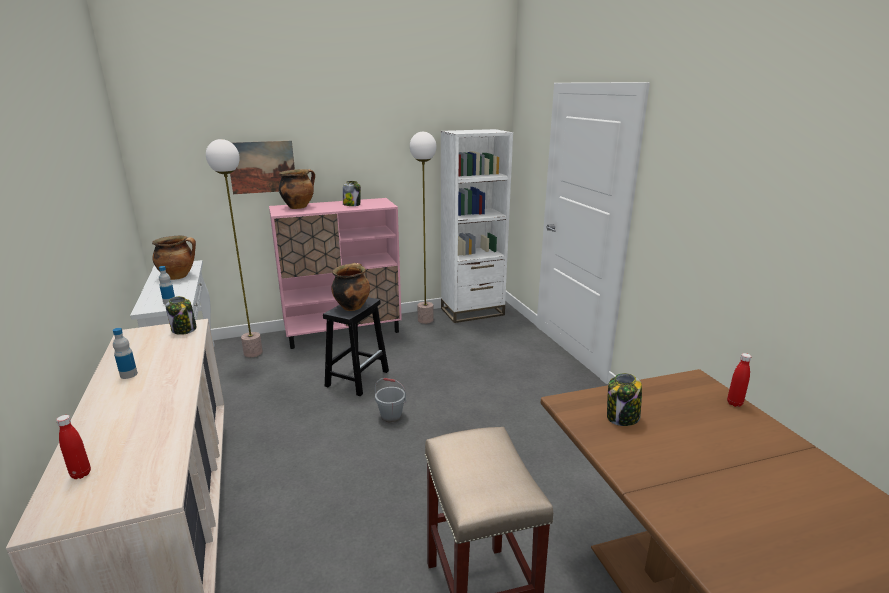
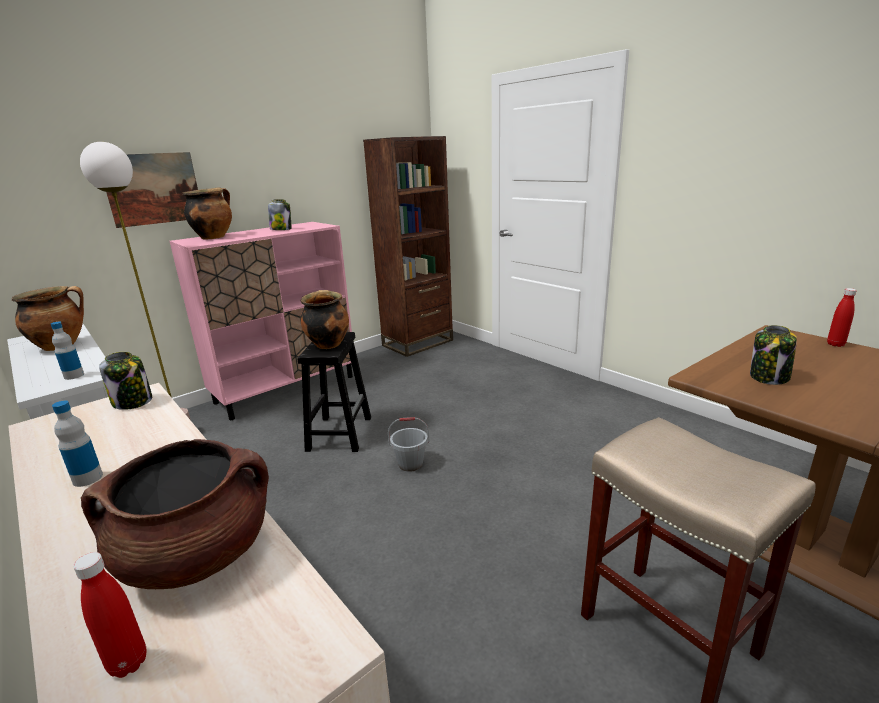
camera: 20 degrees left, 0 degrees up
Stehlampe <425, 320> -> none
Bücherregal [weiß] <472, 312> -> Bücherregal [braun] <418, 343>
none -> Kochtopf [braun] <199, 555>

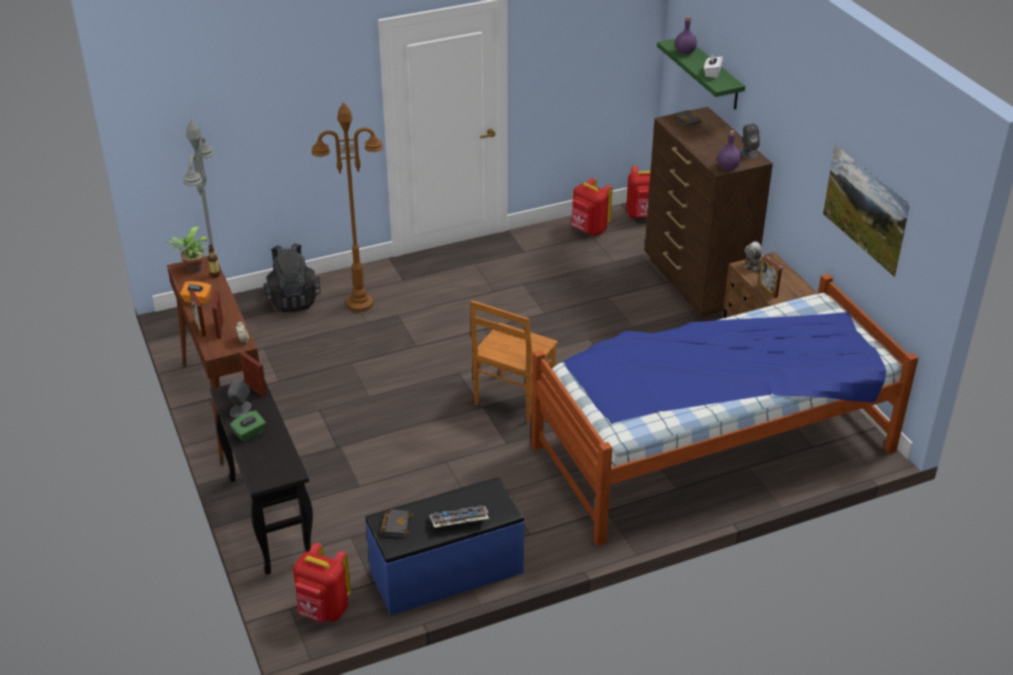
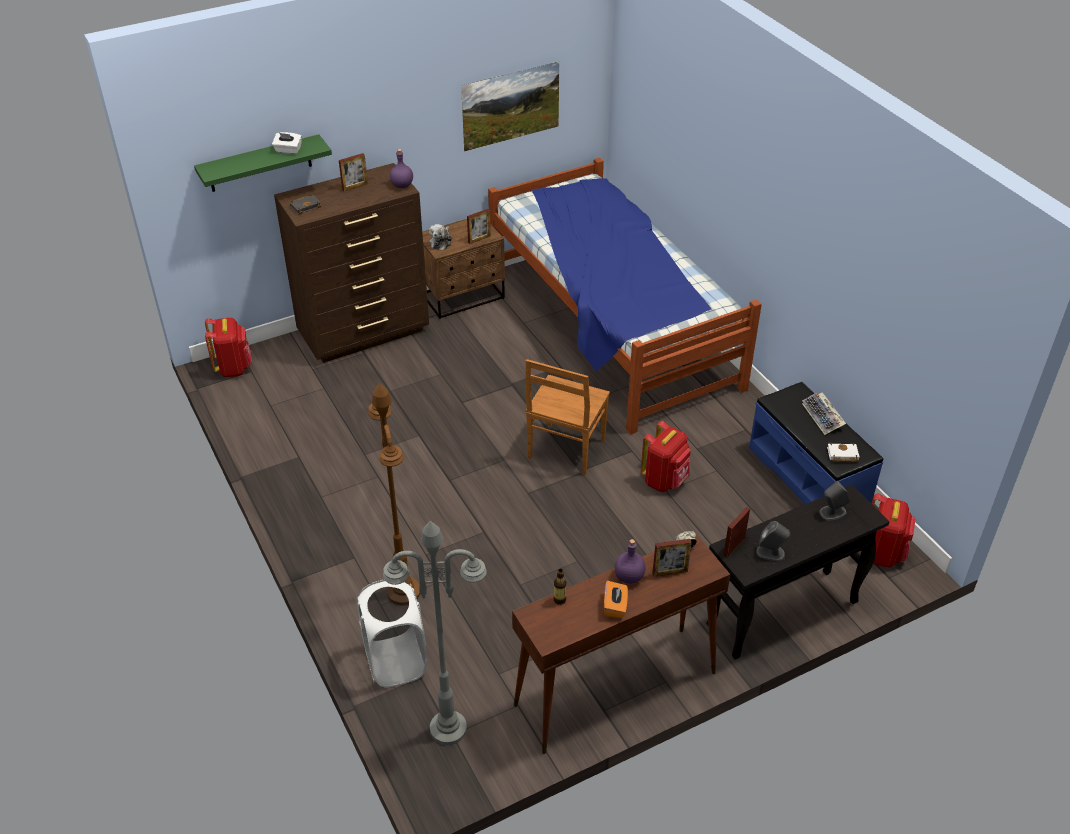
camera: 95 degrees left, 5 degrees up
Topfpflanze <193, 269> -> none
Bilderrahmen <200, 328> -> Bilderrahmen <355, 187>, moved
Taschentuchbox [grün] <249, 433> -> none
Rucksack [schwarz] <293, 300> -> Wäschekorb [weiß] <395, 661>
Buch [schwarz] <395, 524> -> Buch [weiß] <842, 455>
Stuhl [braun] <513, 399> -> Stuhl [braun] <565, 450>, 90 degrees clockwise
Rucksack [rot] <589, 230> -> Rucksack [rot] <664, 480>, moved
Flasche [lila] <685, 52> -> Flasche [lila] <629, 576>, moved
Lautsprecher [grau] <748, 153> -> Lautsprecher [grau] <832, 512>, moved

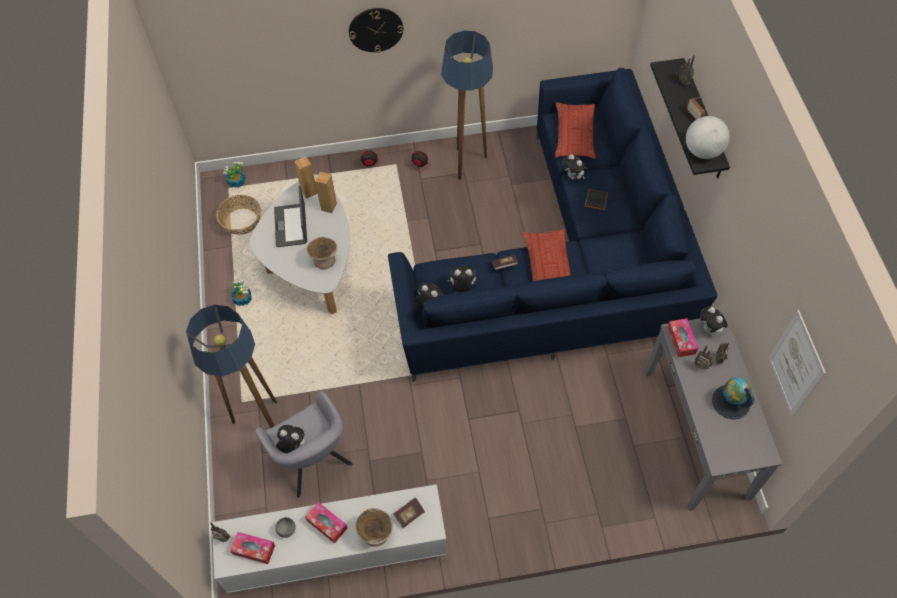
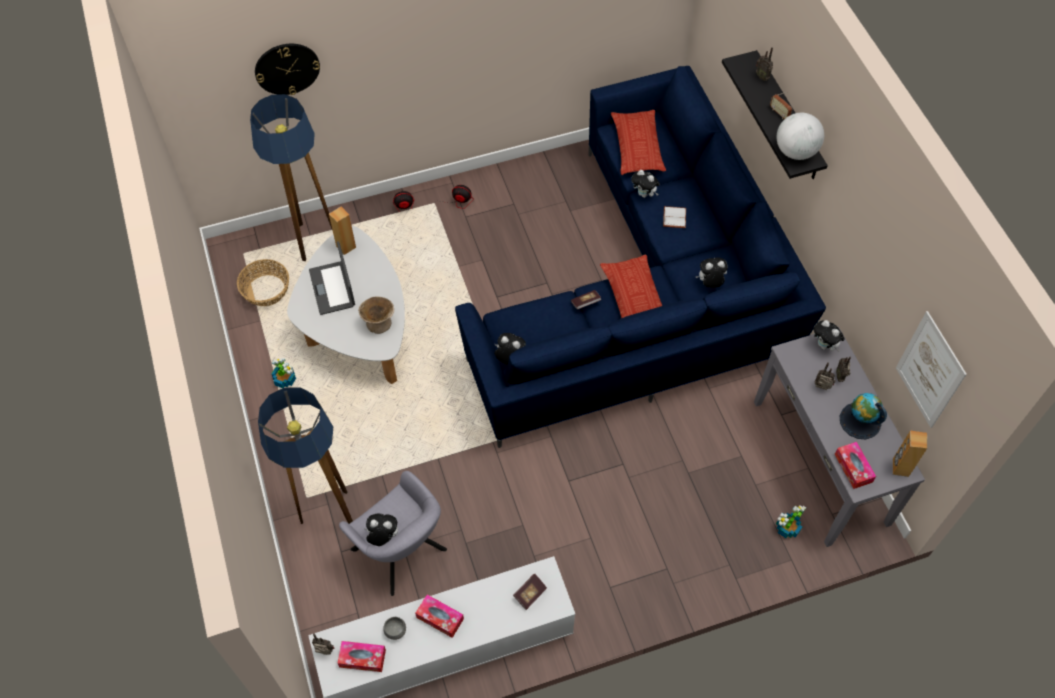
camera: 10 degrees left, 0 degrees up
Topfpflanze <236, 182> -> Topfpflanze <787, 528>, moved
Lautsprecher [braun] <328, 206> -> Lautsprecher [braun] <900, 467>, moved
Wanduhr <375, 29> -> Wanduhr <287, 68>, moved
Schüssel [beige] <375, 533> -> none
Stehlampe <466, 164> -> Stehlampe <311, 242>, moved
Plüschtier <462, 288> -> Plüschtier <710, 283>, moved
Buch [schwarz] <595, 199> -> Buch [weiß] <673, 217>
Taschentuchbox <681, 340> -> Taschentuchbox <853, 468>, moved

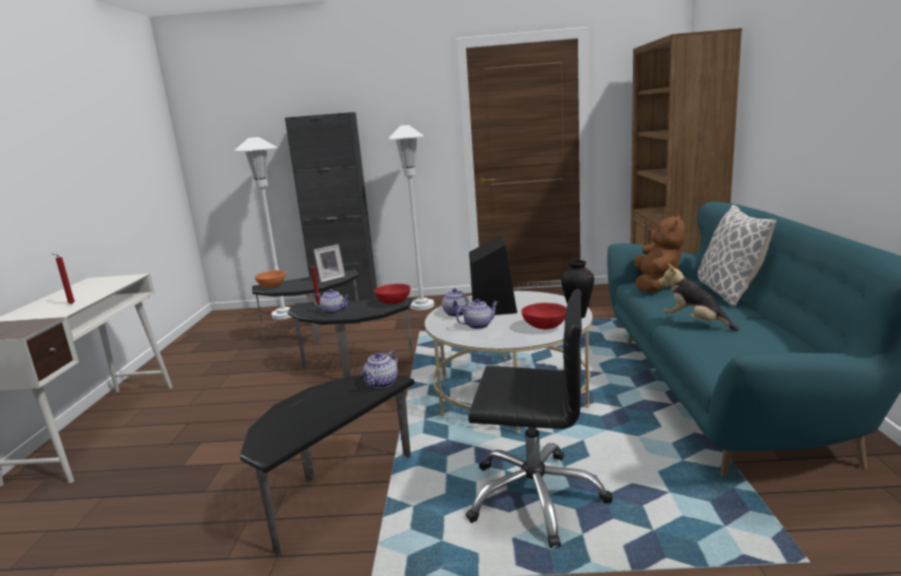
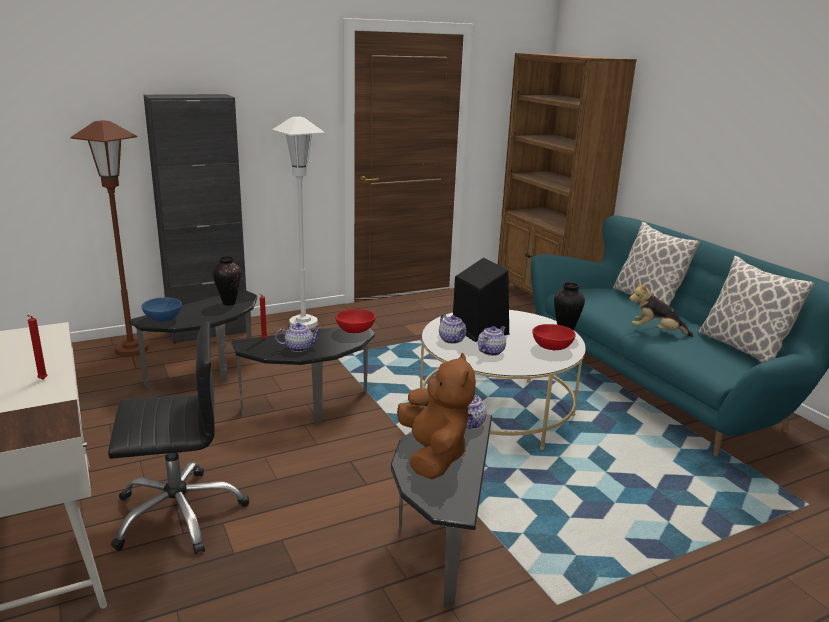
camera: 30 degrees left, 5 degrees up
Stehlampe [weiß] <284, 315> -> Stehlampe [braun] <131, 350>
Schüssel [orange] <272, 286> -> Schüssel [blau] <163, 319>
Bilderrahmen <330, 278> -> Vase <229, 303>
Bürostuhl [schwarz] <535, 496> -> Bürostuhl [schwarz] <178, 513>, moved
Plüschtier [braun] <656, 286> -> Plüschtier [braun] <433, 455>, moved
none -> Kissen <742, 347>

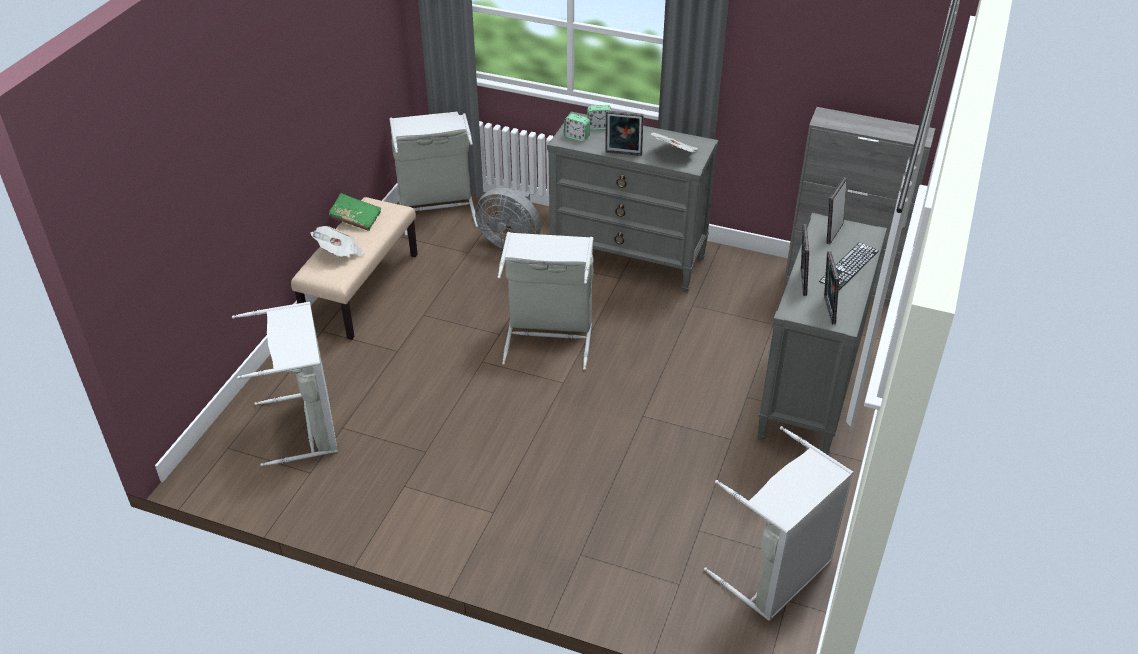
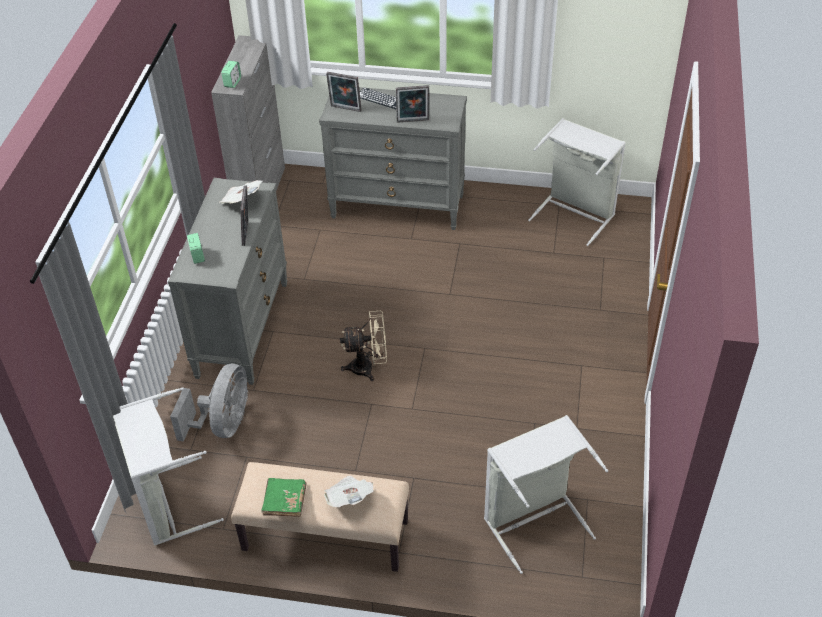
camera: 100 degrees left, 5 degrees up
Wäschekorb [grau] <548, 337> -> Ventilator [beige] <368, 367>
Wecker <576, 137> -> Wecker <232, 82>, moved
Bilderrahmen <826, 310> -> none

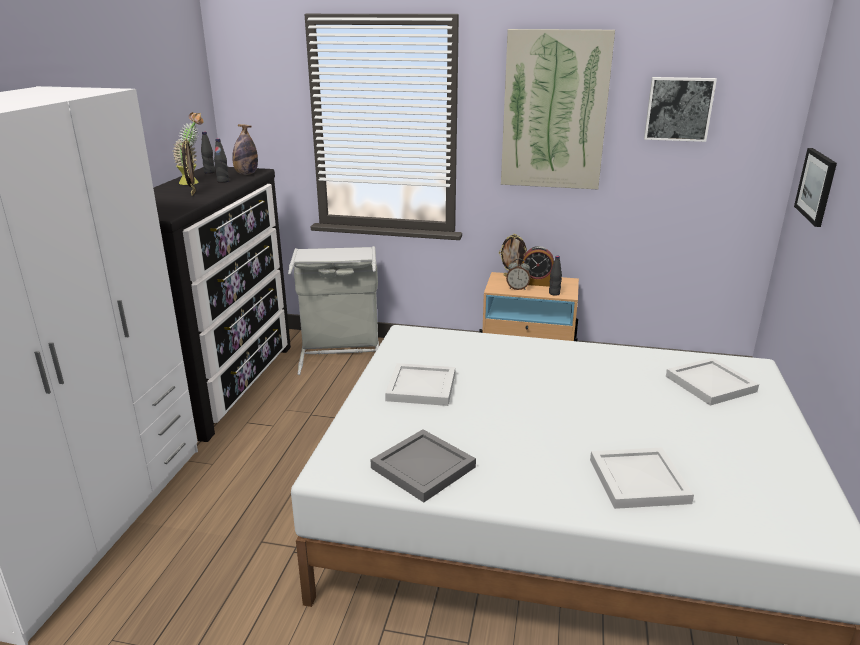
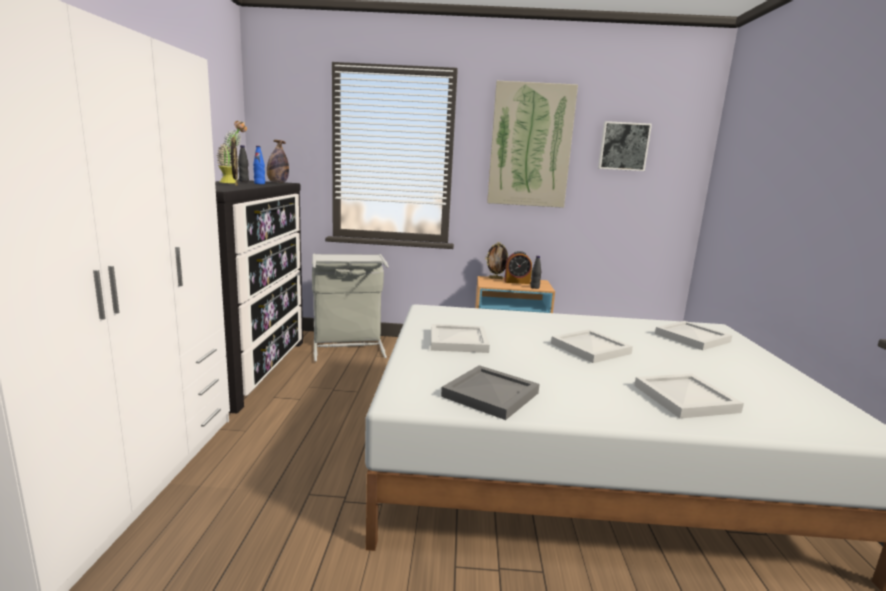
camera: 10 degrees left, 10 degrees down
Flasche [schwarz] <223, 181> -> Flasche [blau] <259, 183>
Wecker <517, 288> -> none
Bild <816, 186> -> none
none -> Tablett [weiß] <591, 348>

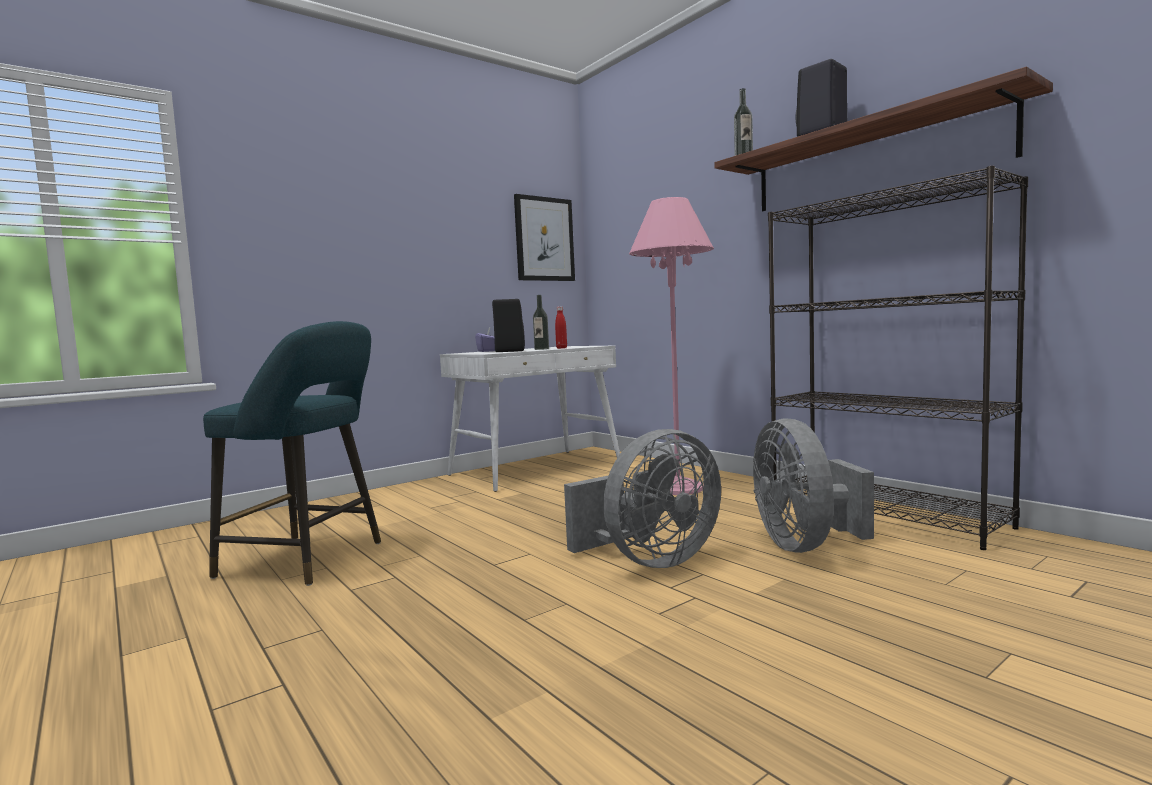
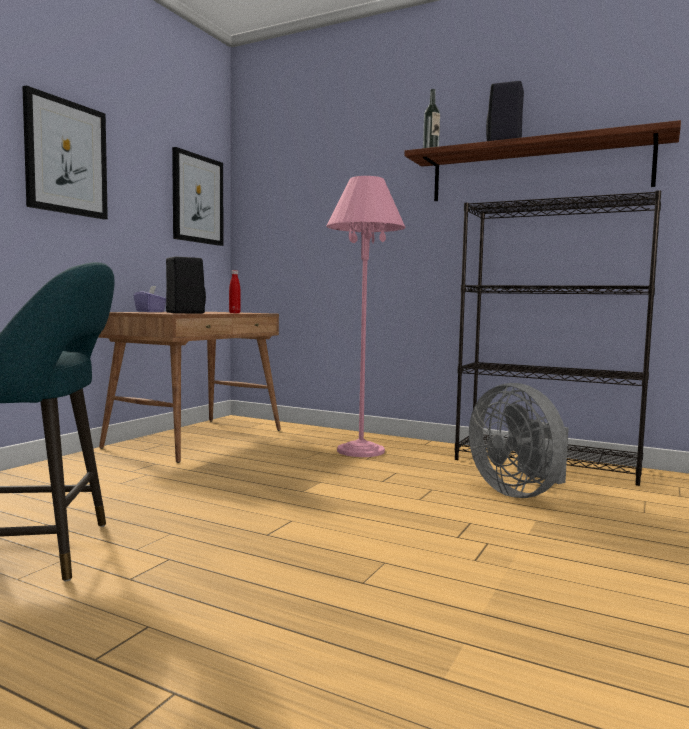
camera: 25 degrees left, 0 degrees up
Schreibtisch [weiß] <536, 469> -> Schreibtisch [braun] <197, 438>
Flasche <541, 349> -> none
Ventilator [grau] <651, 561> -> none
none -> Bild <66, 157>

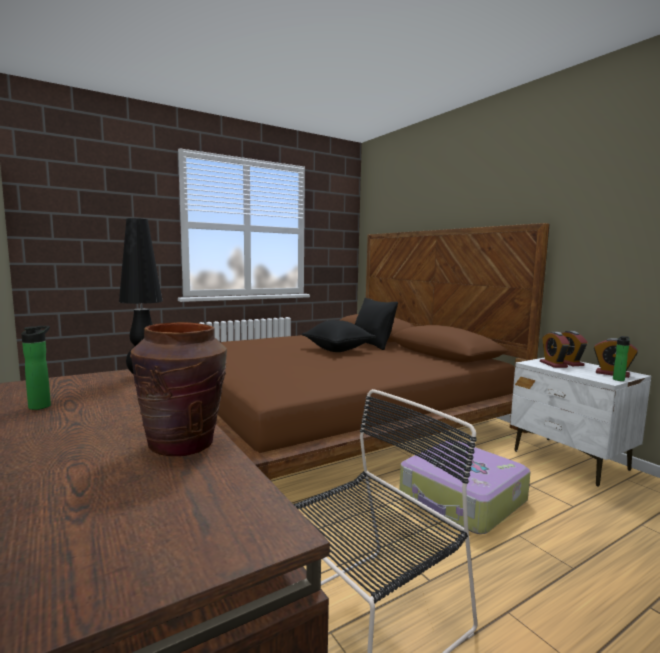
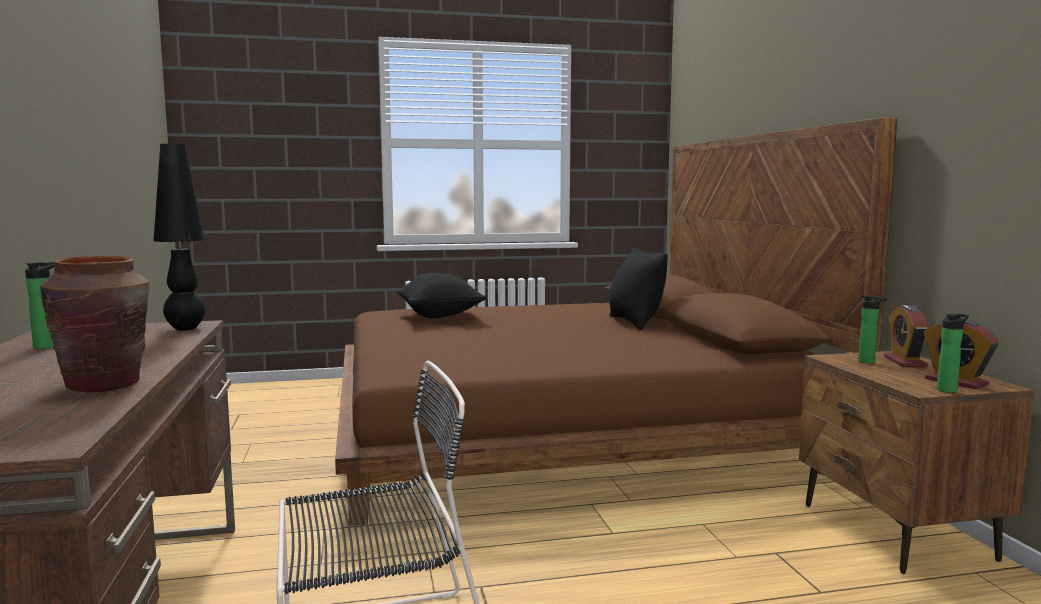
camera: 20 degrees right, 0 degrees up
Kissen [schwarz] <338, 350> -> Kissen [schwarz] <440, 316>, moved
Koffer <462, 499> -> none
Nachttisch [weiß] <570, 460> -> Nachttisch [braun] <895, 531>
Wecker <553, 364> -> Flasche <869, 362>

